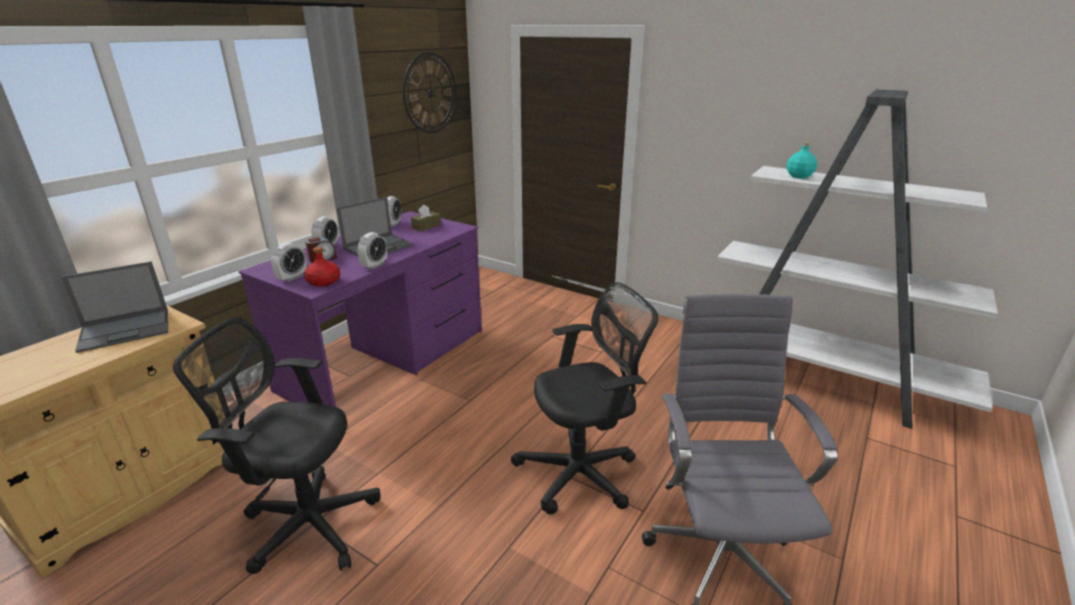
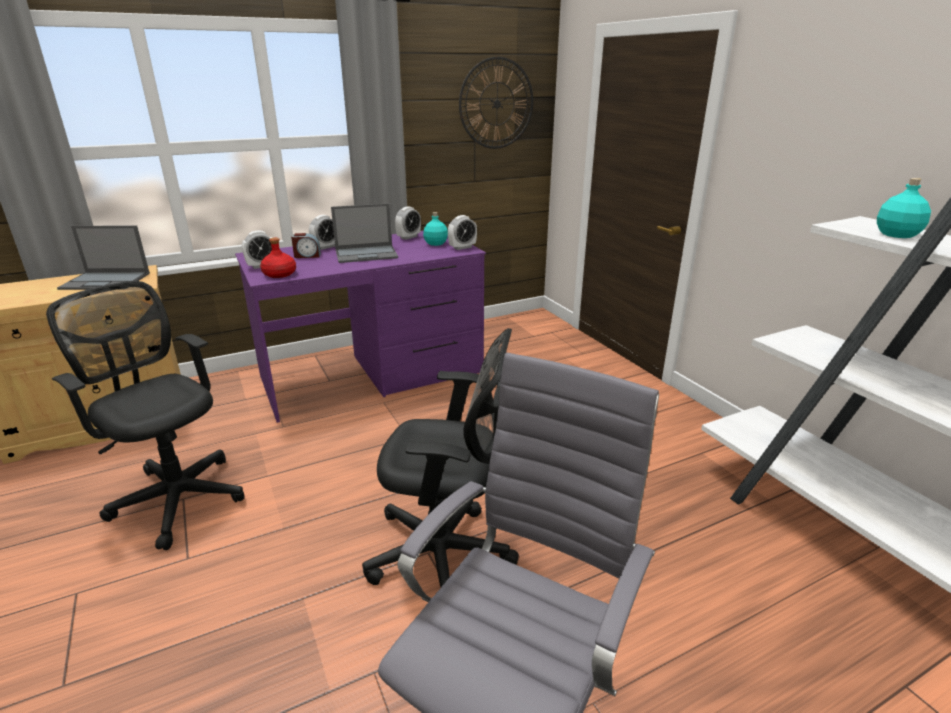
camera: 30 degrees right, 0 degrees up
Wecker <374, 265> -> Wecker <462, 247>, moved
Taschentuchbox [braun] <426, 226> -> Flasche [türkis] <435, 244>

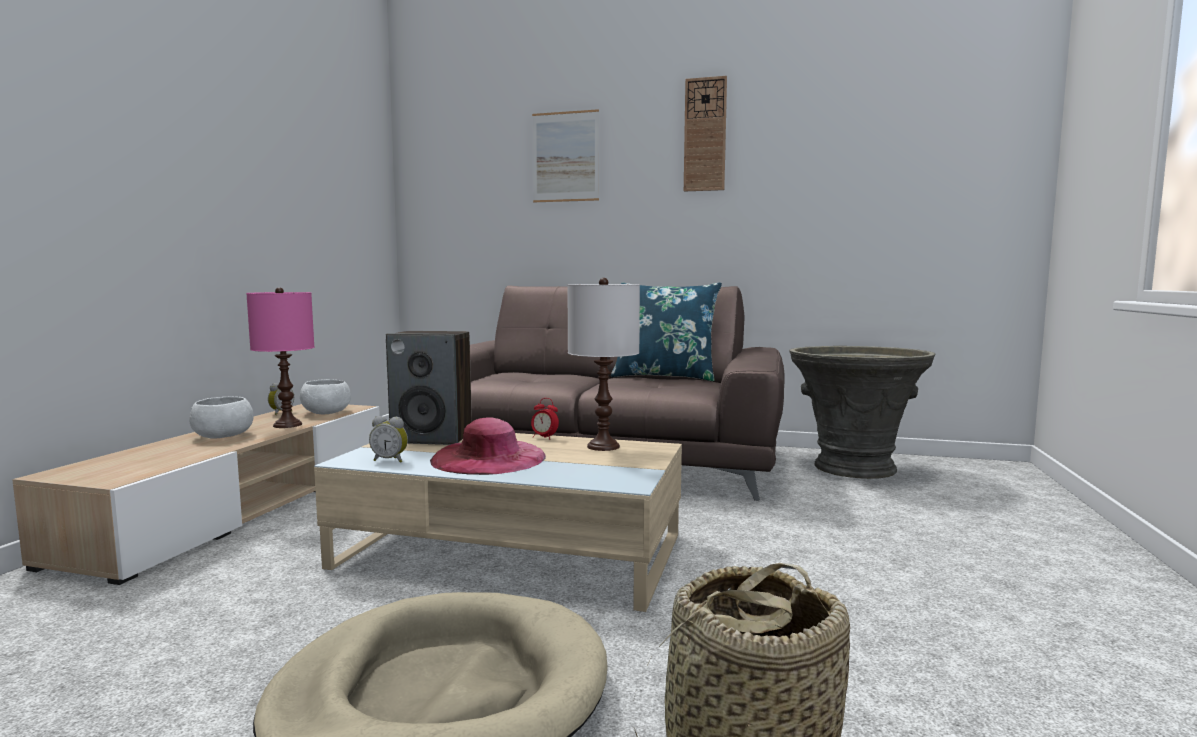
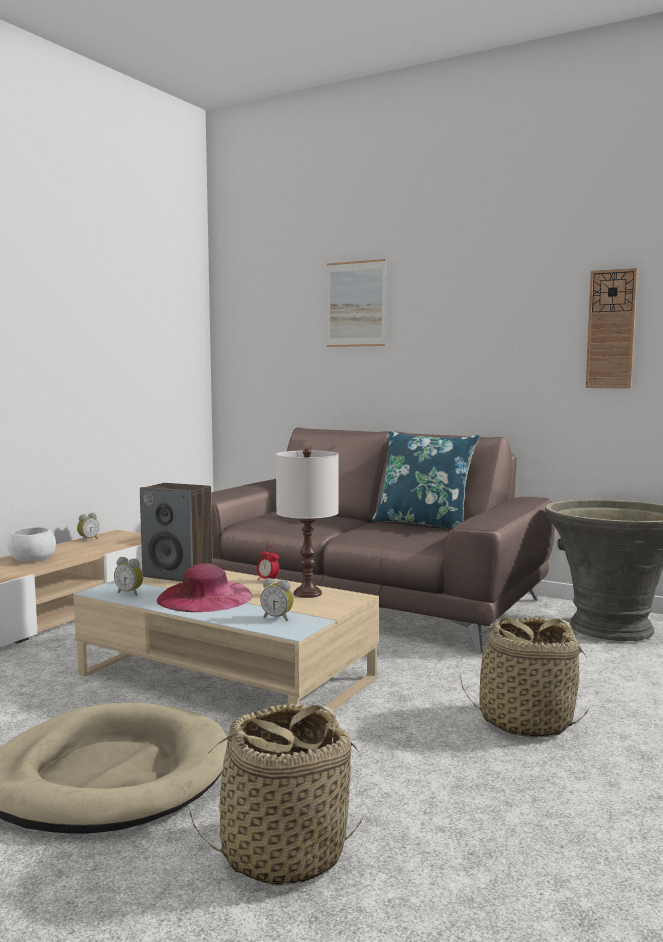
camera: 15 degrees right, 0 degrees up
Tischlampe [rosa] <287, 425> -> none
Schüssel [weiß] <326, 412> -> none
Wanduhr <705, 135> -> Wanduhr <611, 329>, moved
none -> Wecker <278, 618>
none -> Korb <525, 721>

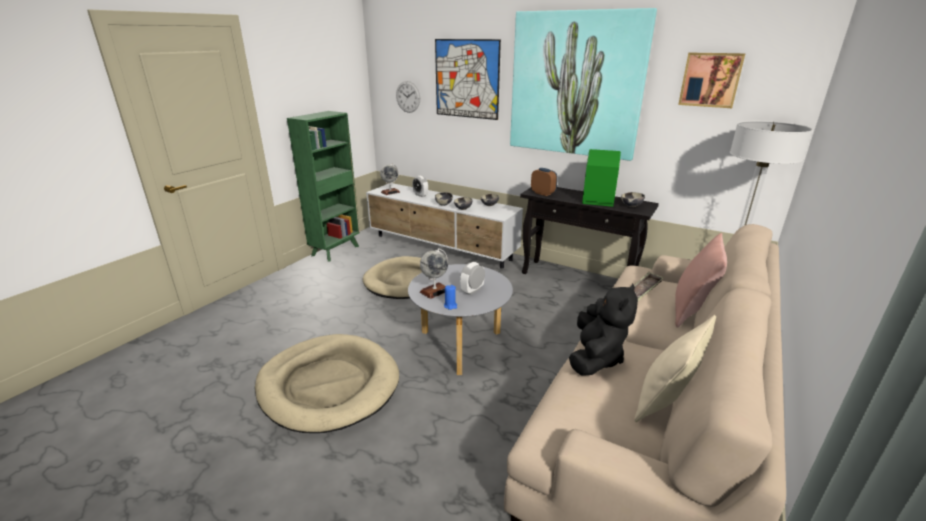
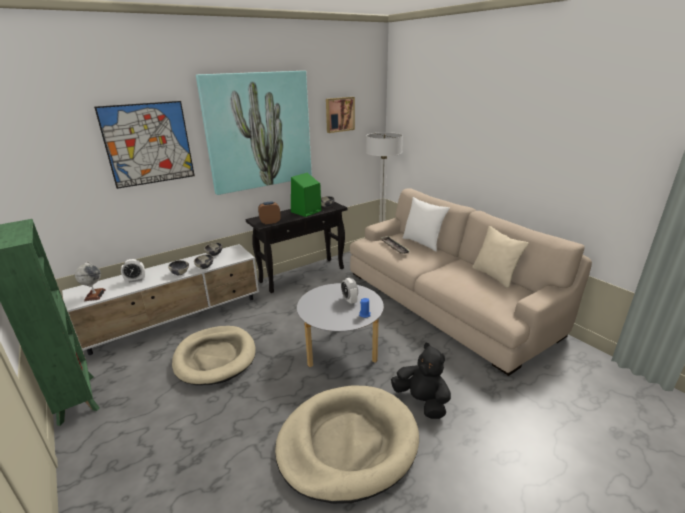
camera: 65 degrees left, 0 degrees up
Wanduhr <408, 97> -> none
Globus <434, 291> -> none
Plüschtier [schwarz] <595, 358> -> Plüschtier [schwarz] <421, 401>, moved
Kissen [rosa] <691, 311> -> Kissen [weiß] <422, 243>

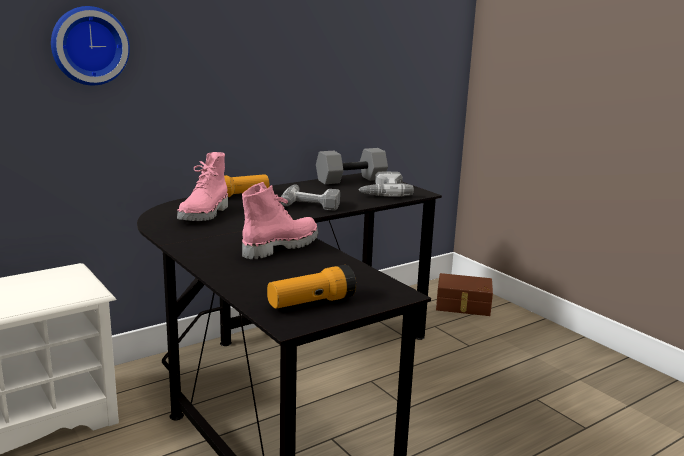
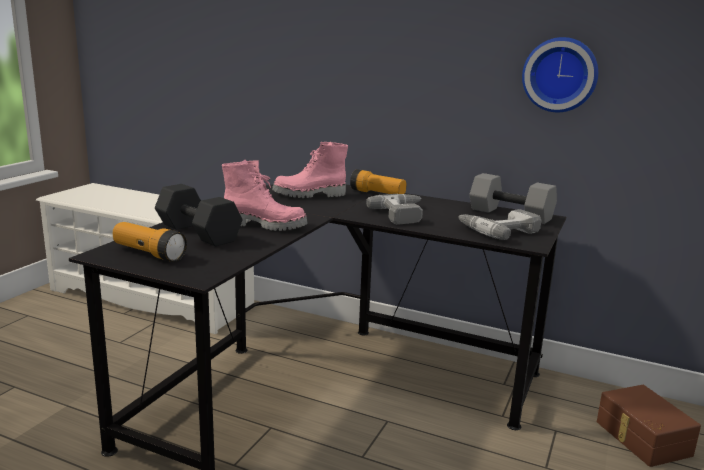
camera: 60 degrees right, 0 degrees up
Wanduhr <89, 45> -> Wanduhr <560, 75>, moved
none -> Hantel [schwarz] <200, 232>

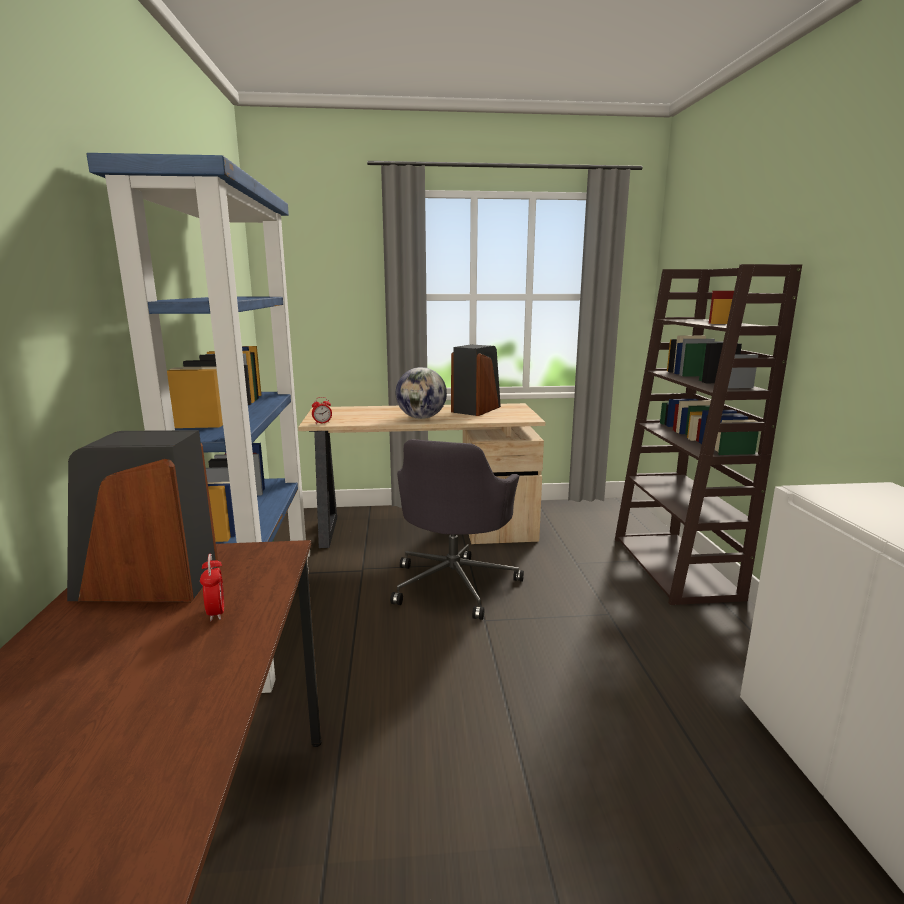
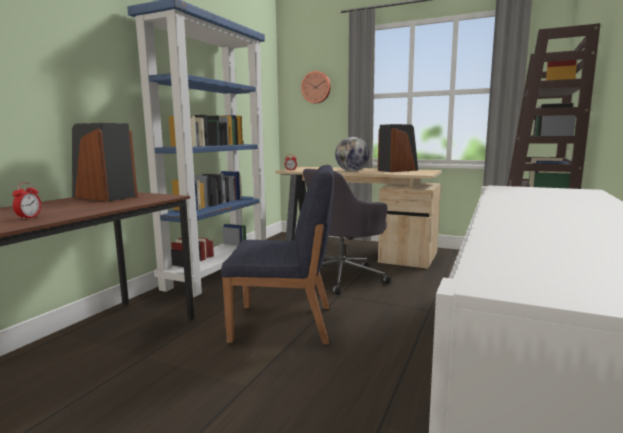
camera: 30 degrees right, 5 degrees down
Wecker <216, 612> -> Wecker <29, 218>, moved
none -> Stuhl [blau] <284, 323>
none -> Wanduhr <316, 87>

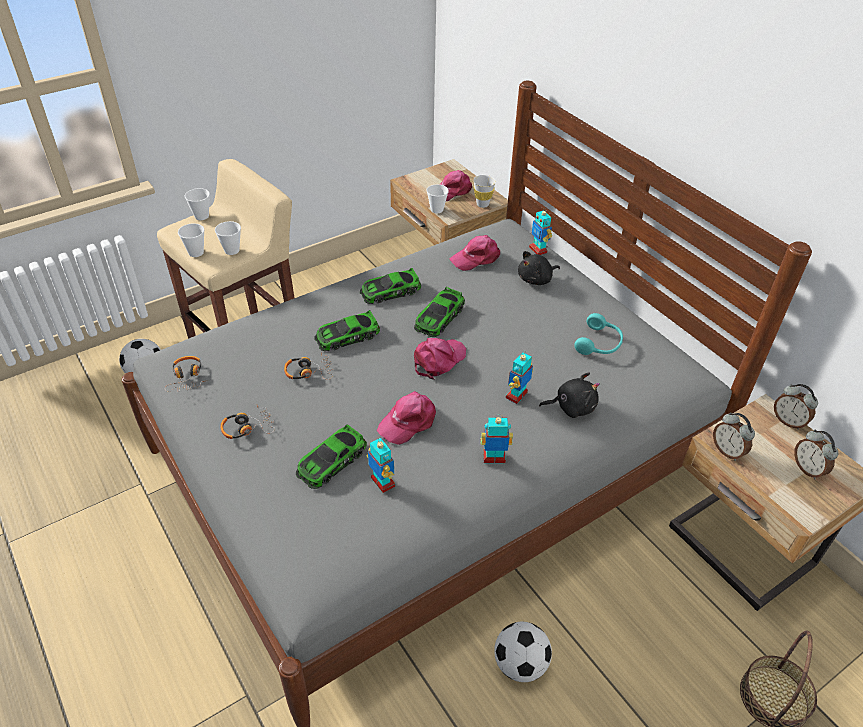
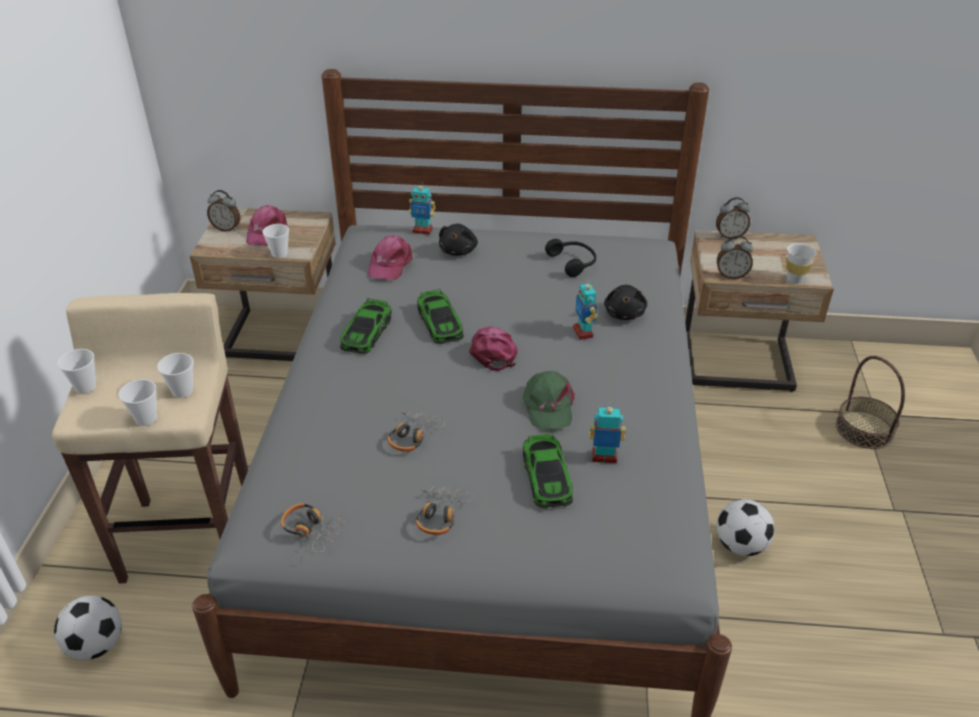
camera: 50 degrees left, 5 degrees down
Spielzeugauto <347, 336> -> none
Kappe [rosa] <408, 421> -> Kappe [grün] <548, 405>
Tasse [weiß] <482, 204> -> Tasse [weiß] <794, 279>, moved
Spielzeugroboter <494, 458> -> none
Plüschtier [schwarz] <571, 407> -> Plüschtier [schwarz] <624, 313>, 150 degrees clockwise
Kopfhörer [türkis] <599, 344> -> Kopfhörer [schwarz] <573, 262>
Wecker <808, 469> -> Wecker <227, 228>, moved

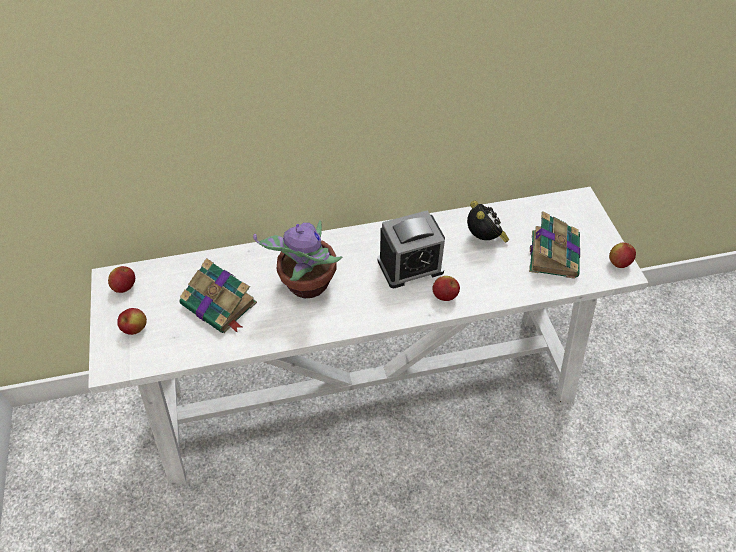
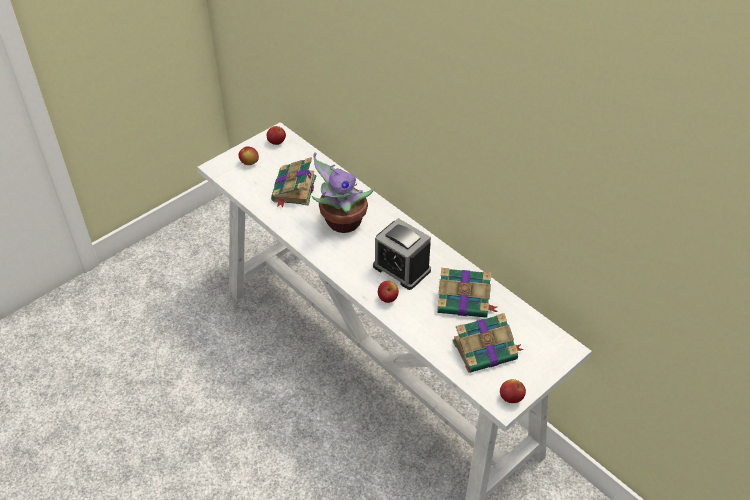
camera: 60 degrees right, 5 degrees down
Wecker <484, 239> -> Buch <464, 301>

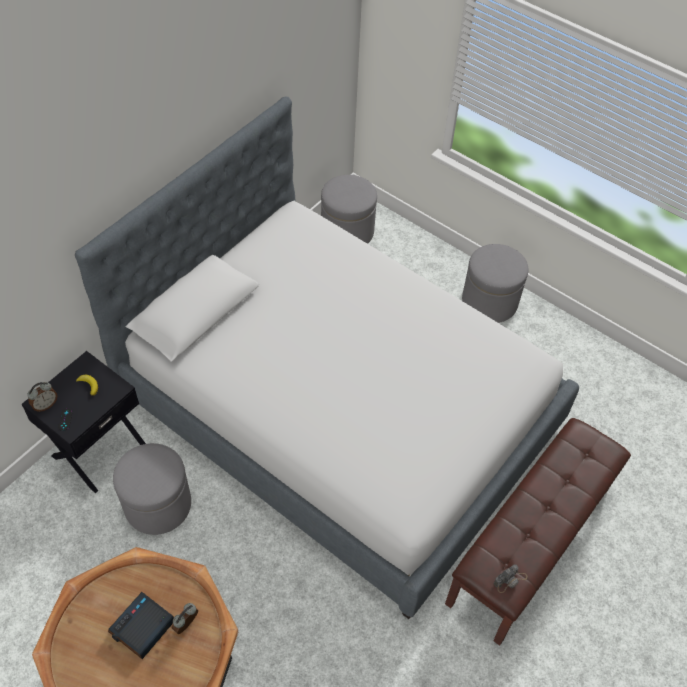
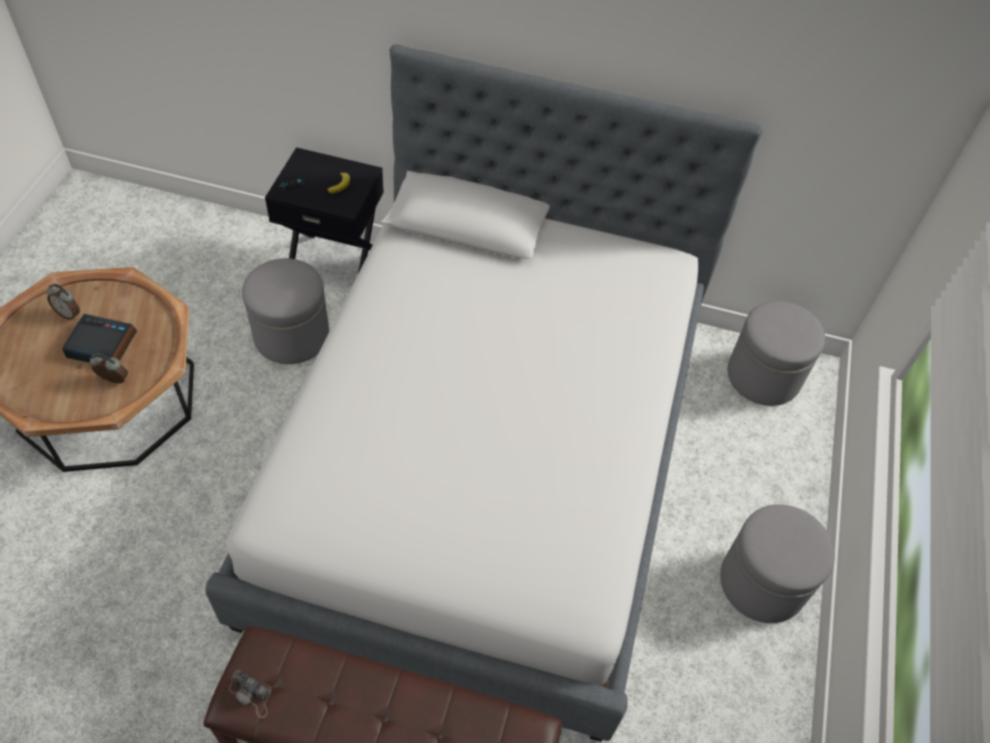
camera: 65 degrees right, 0 degrees up
Wecker <45, 405> -> Wecker <69, 314>, moved

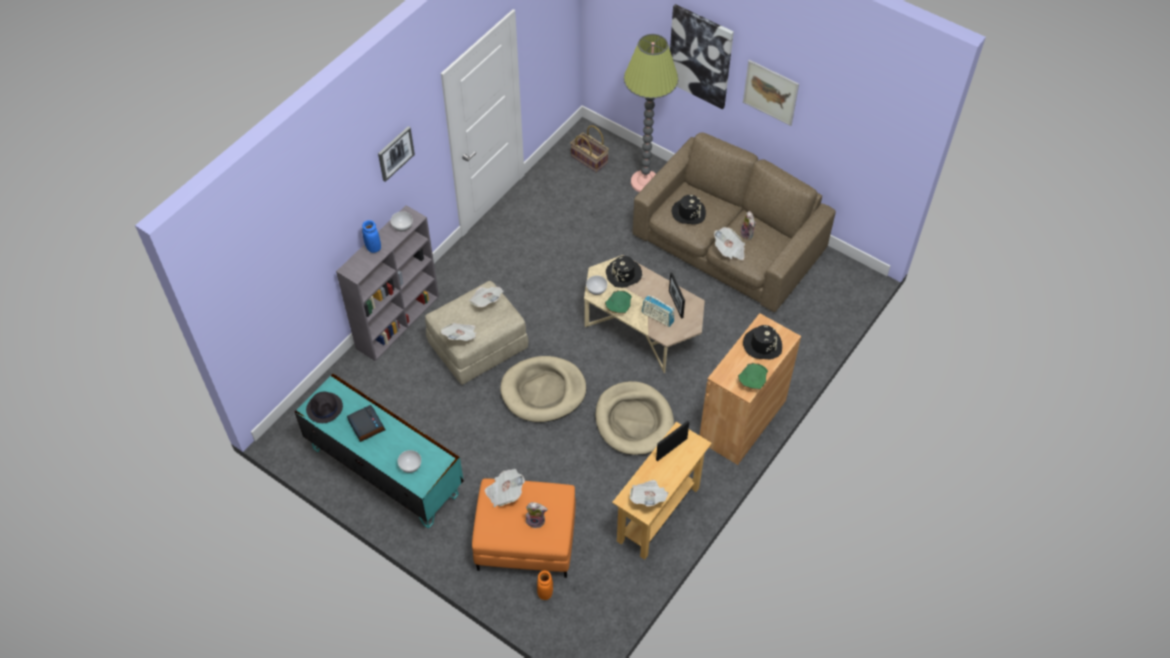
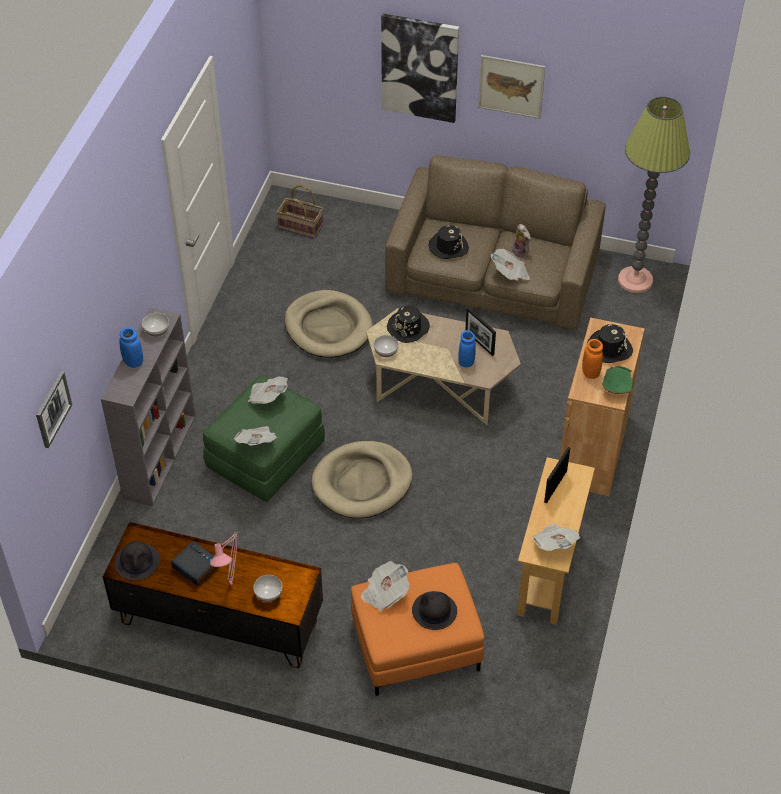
camera: 20 degrees left, 5 degrees down
Fernsehschrank [türkis] <385, 470> -> Fernsehschrank [braun] <219, 621>
Bild <395, 153> -> Bild <52, 409>, moved
Polsterhocker [beige] <478, 345> -> Polsterhocker [grün] <265, 455>
Plüschtier <536, 520> -> Hut [schwarz] <434, 611>
Vase [orange] <545, 592> -> Vase [orange] <590, 373>, moved
Hundebett [beige] <634, 420> -> Hundebett [beige] <328, 327>, moved
Schüssel [grün] <618, 307> -> none
Stehlampe <645, 182> -> Stehlampe <635, 280>, moved
Radio <657, 317> -> Vase [blau] <466, 362>
none -> Tischlampe [rosa] <233, 585>

